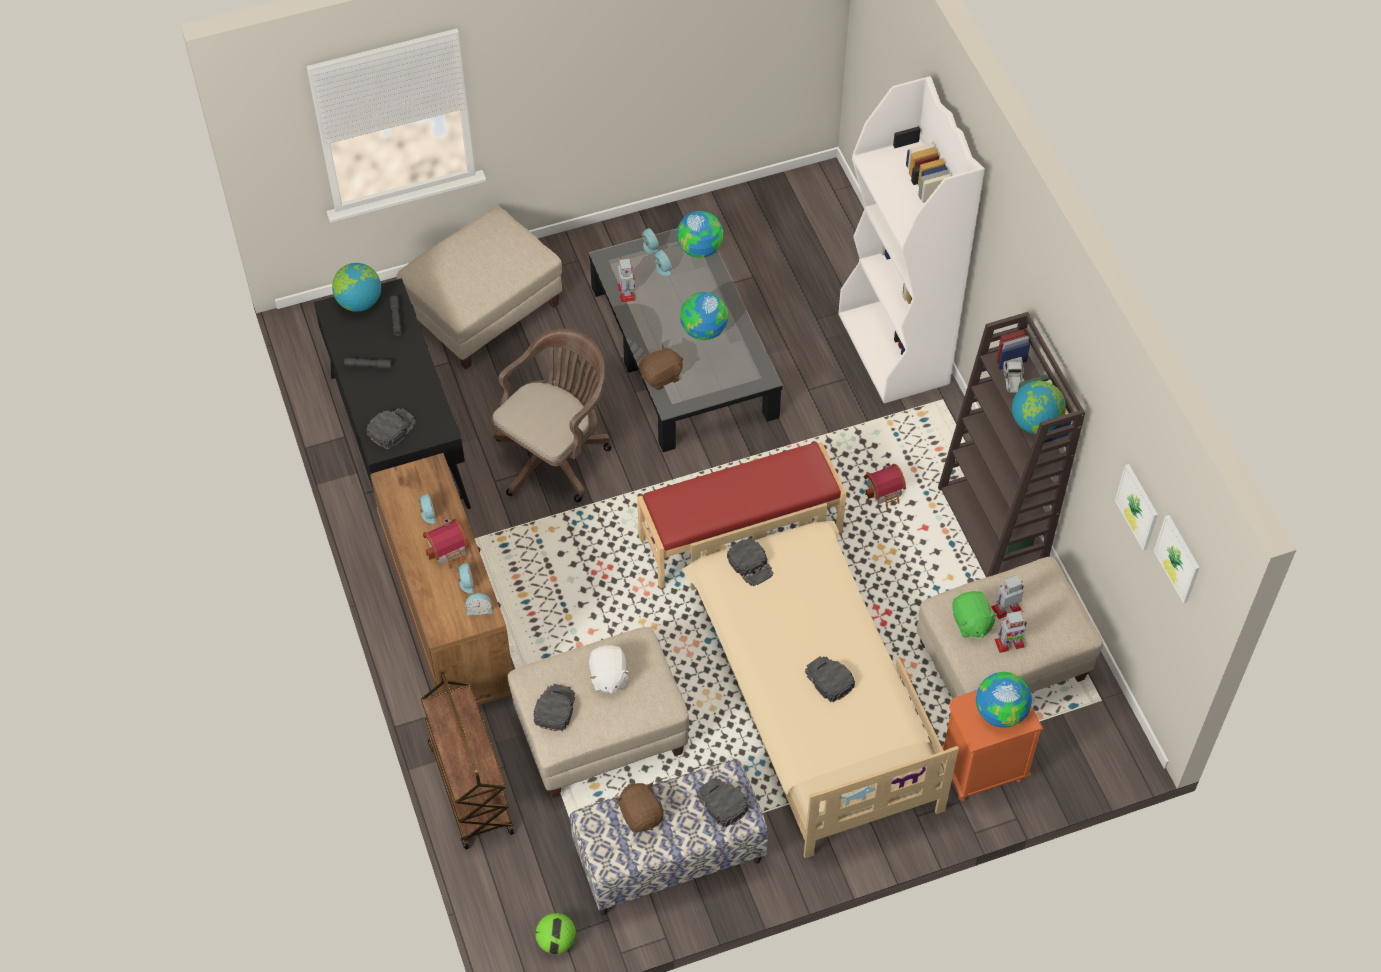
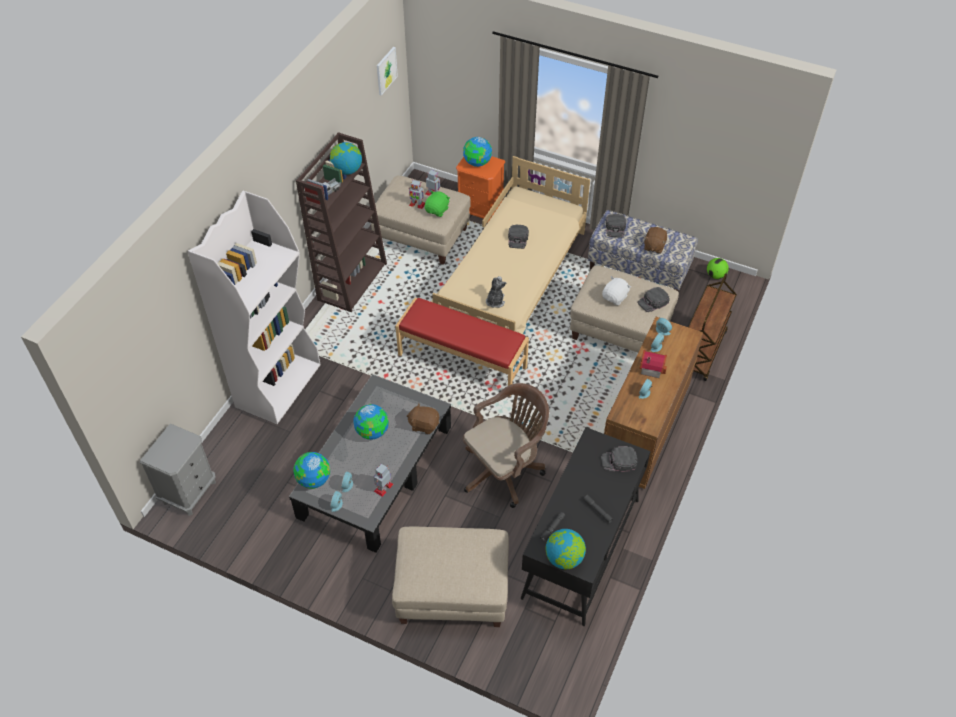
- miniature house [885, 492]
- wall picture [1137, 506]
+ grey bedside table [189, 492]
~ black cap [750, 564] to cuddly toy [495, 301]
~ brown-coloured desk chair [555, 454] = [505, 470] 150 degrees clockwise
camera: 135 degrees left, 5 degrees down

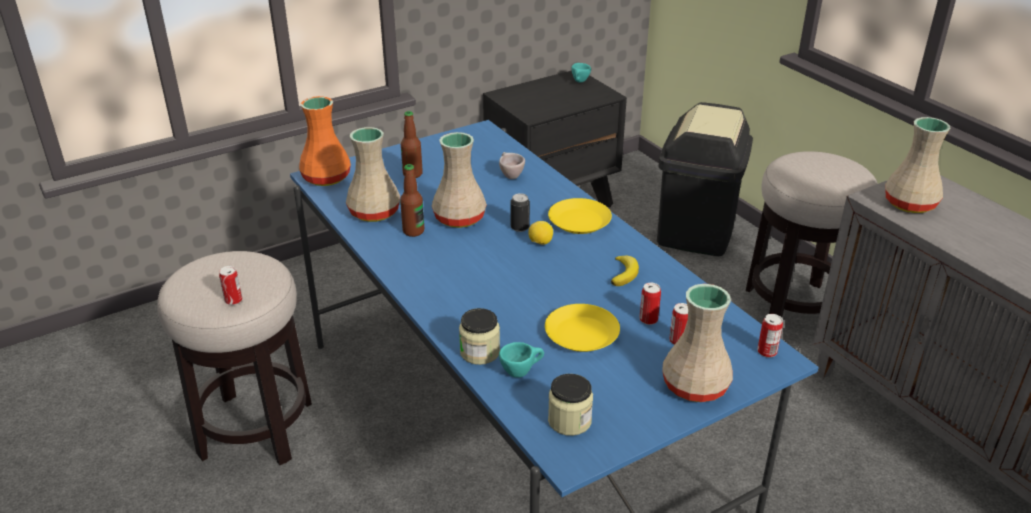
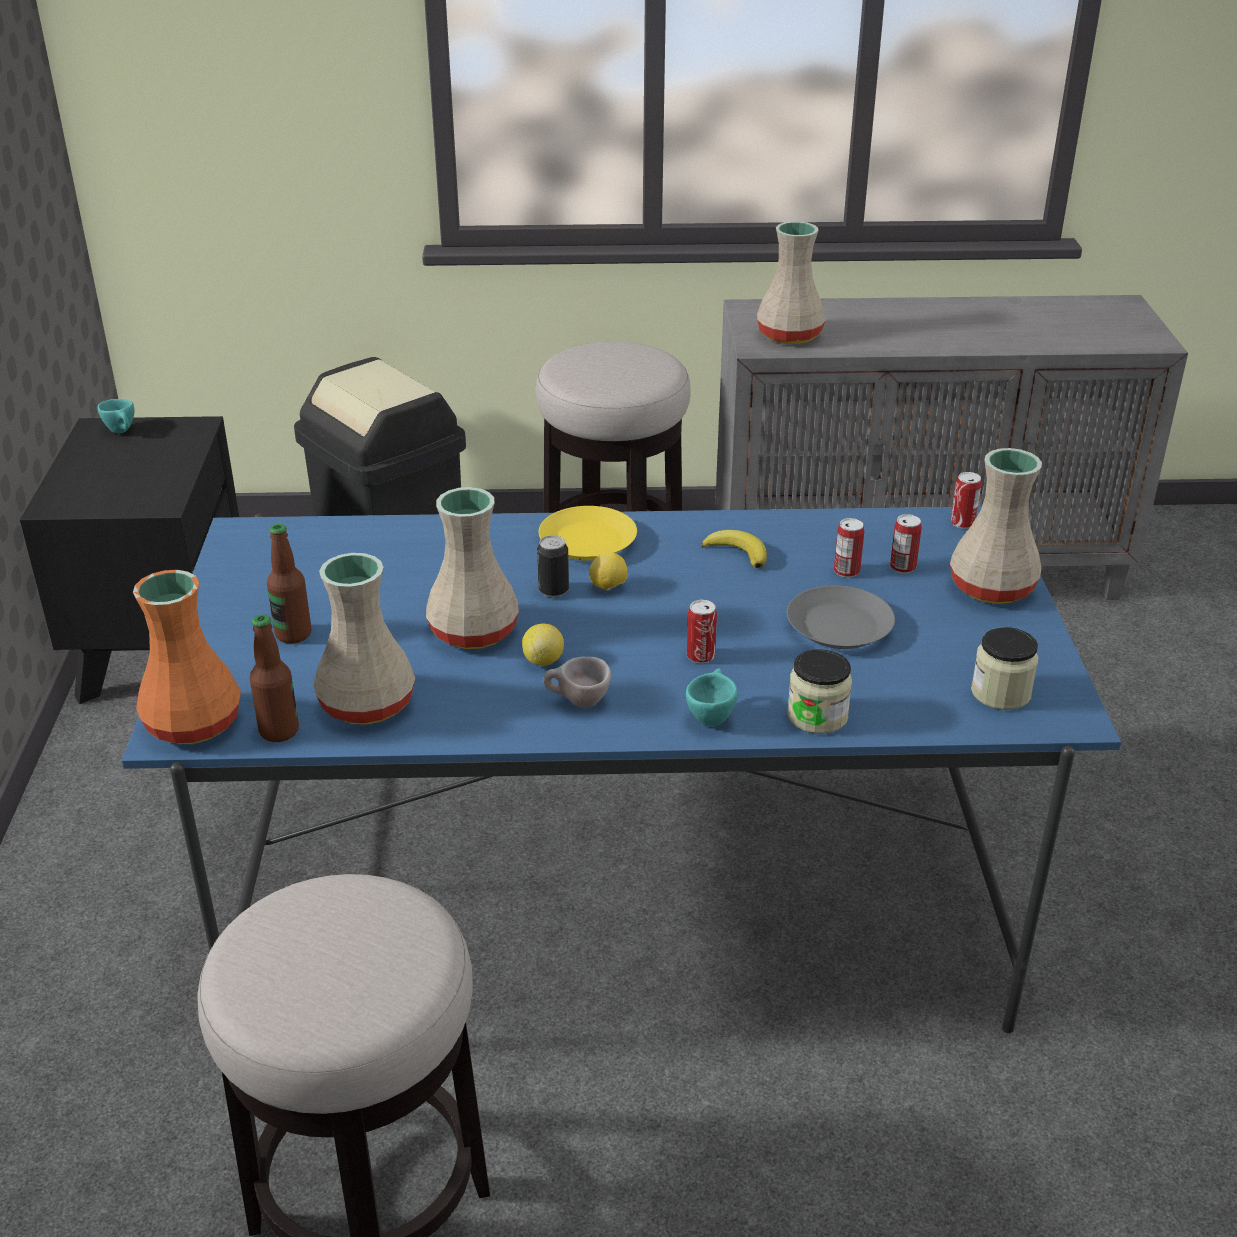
+ lemon [543, 660]
~ metal can [233, 300] to [700, 656]
~ bottle [413, 231] to [279, 731]
~ sand-coloured cup [509, 175] to [577, 703]
~ blue-green cup [521, 371] to [711, 716]
~ yellow-coloured dinner plate [581, 334] to grey dinner plate [838, 627]
camera: 60 degrees left, 0 degrees up

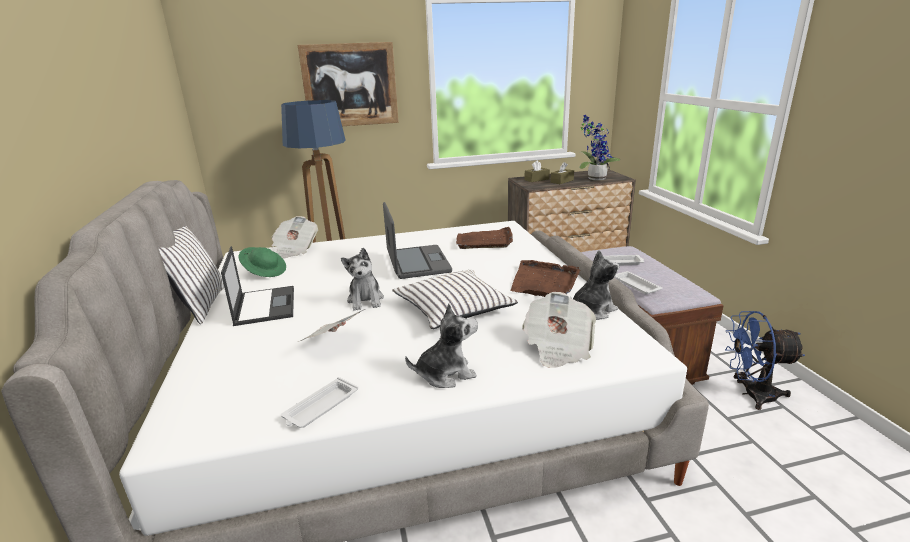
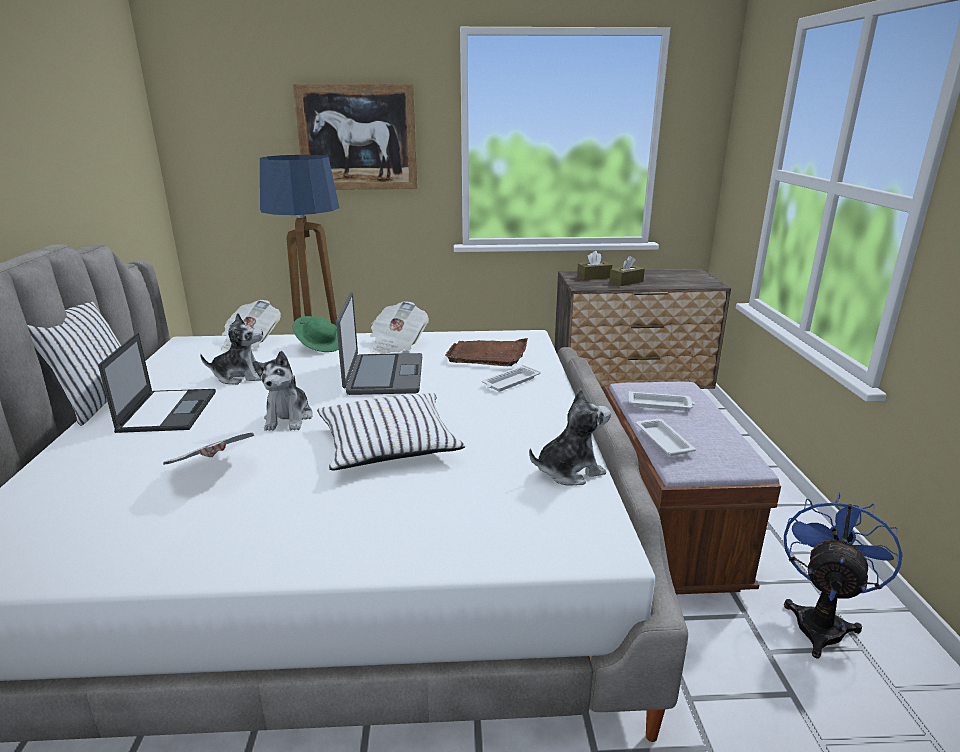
- brown-coloured carrying tray [544, 282]
- houseplant [594, 178]
~ green clothing hat [265, 272] to [320, 346]
~ white-coloured carrying tray [320, 407] to [510, 382]
~ cuddly toy [445, 374] to [240, 376]
~ daily paper [557, 347] to [397, 344]
~ blue-coloured cooling fan [751, 394] = [820, 621] 105 degrees clockwise
camera: 10 degrees right, 0 degrees up

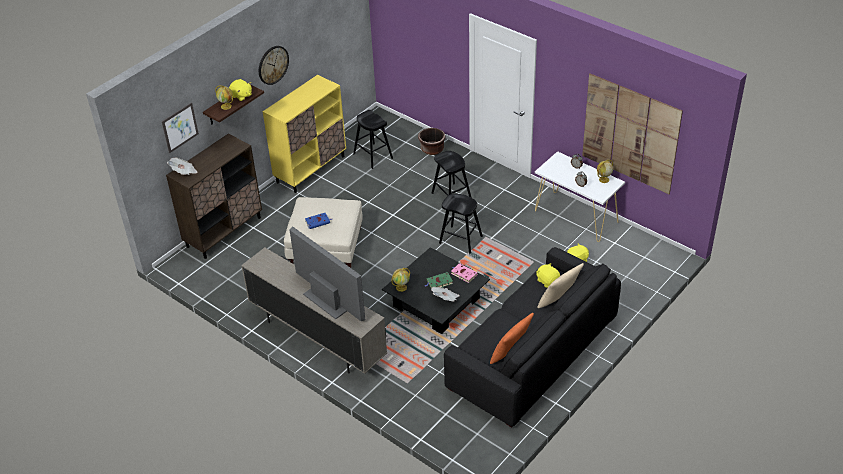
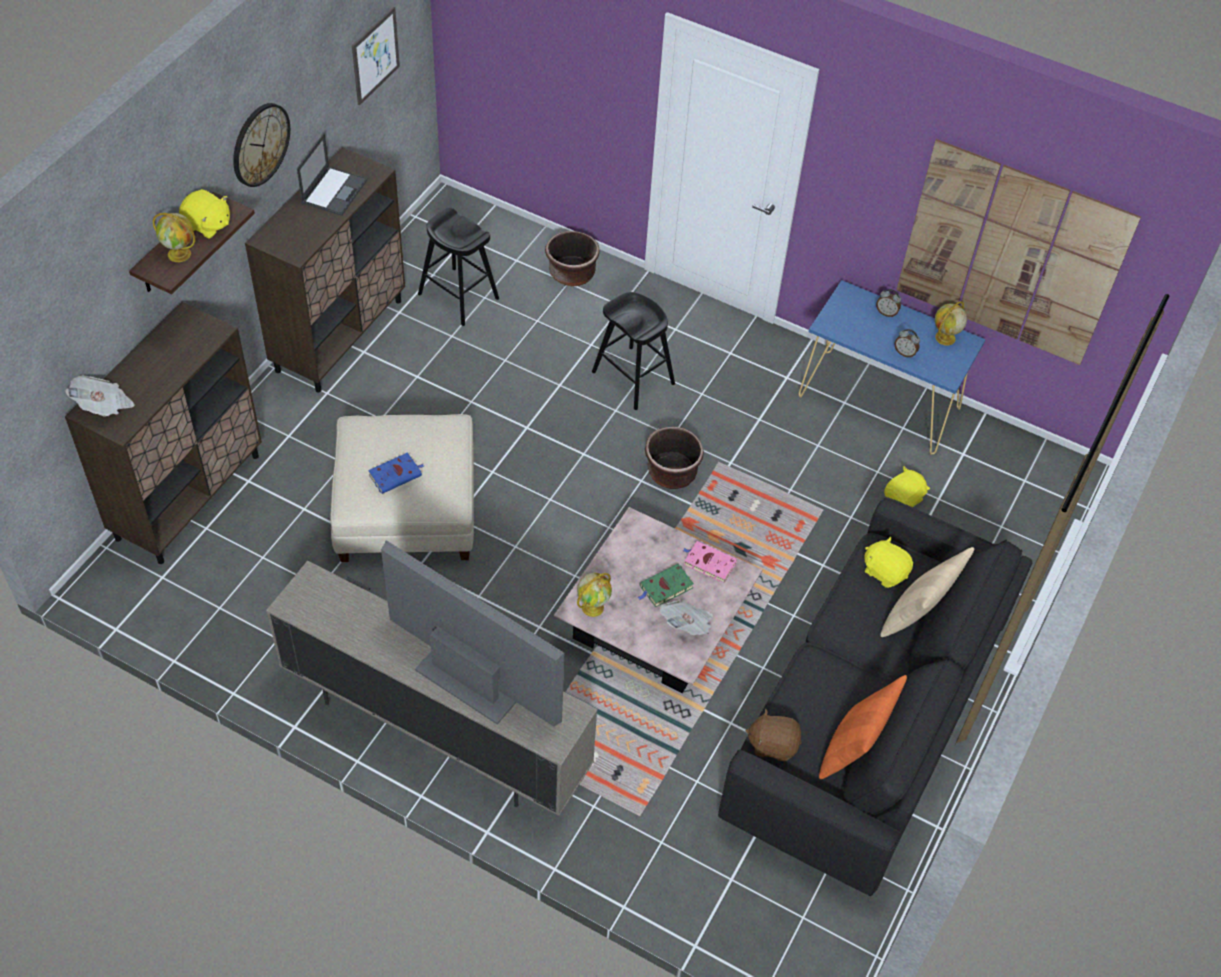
+ notebook computer [334, 191]
+ brown-coloured cuddly toy [773, 744]
~ wall picture [180, 127] to [375, 55]
~ black stool seat [460, 239] to brown-coloured planter [671, 472]
~ yellow-coloured cabinet [311, 169] to brown-coloured cabinet [339, 335]
~ black coffee table [436, 302] to pink-coloured coffee table [656, 621]
~ white-coloured hall table [576, 216] to blue-coloured hall table [879, 402]
camera: 15 degrees left, 10 degrees up

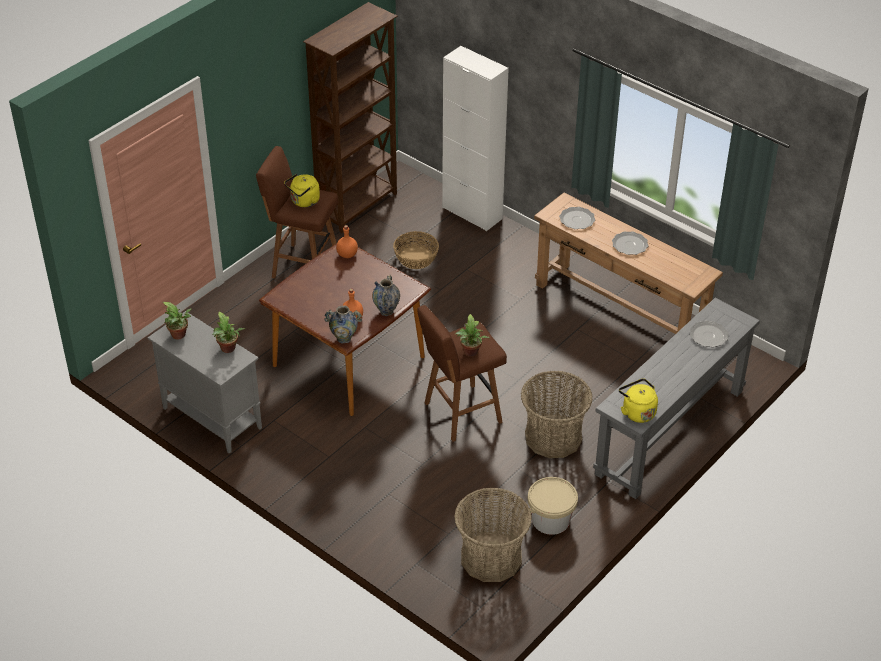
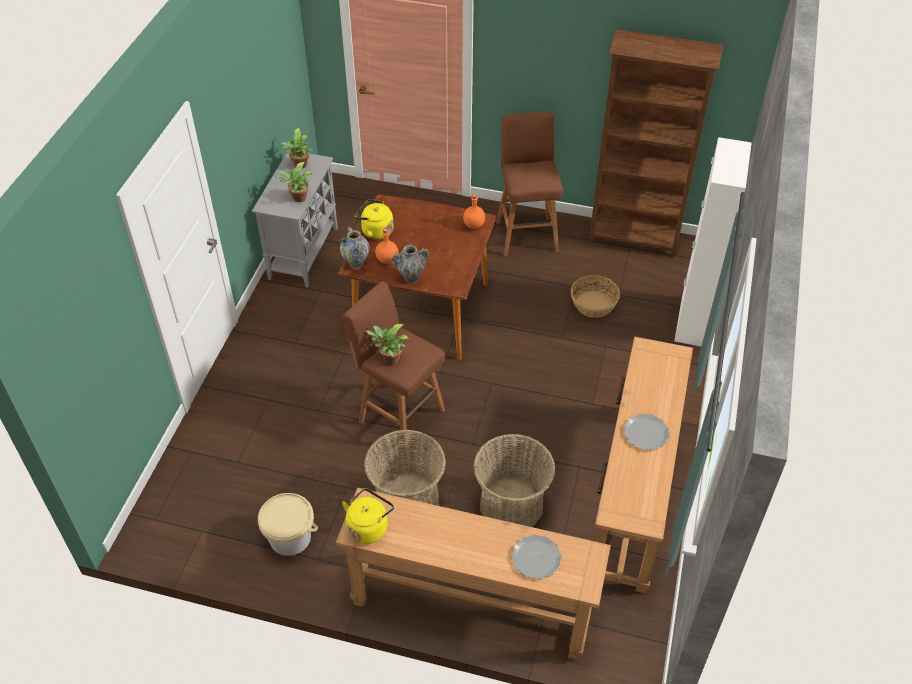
- dinner plate [576, 220]
~ yellow-coloured kettle [304, 202] to [375, 231]
~ storage basket [491, 558] to [511, 505]
~ grey hall table [669, 432] to brown-coloured hall table [471, 605]
camera: 65 degrees right, 5 degrees up

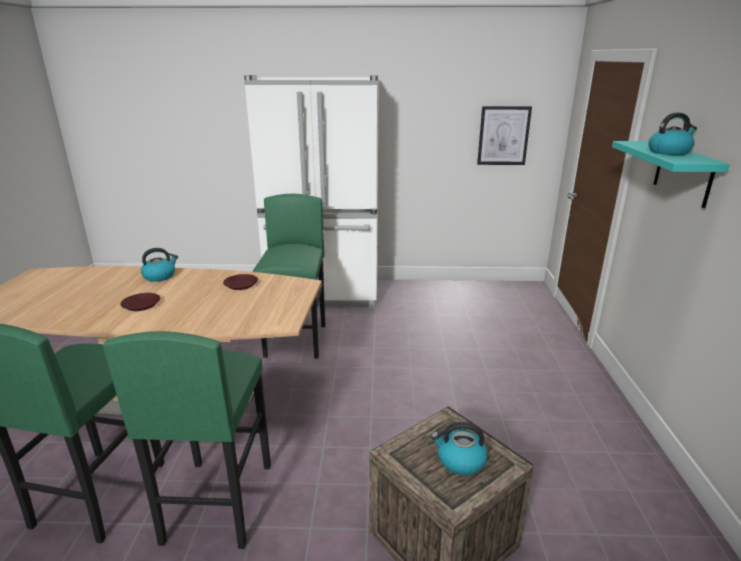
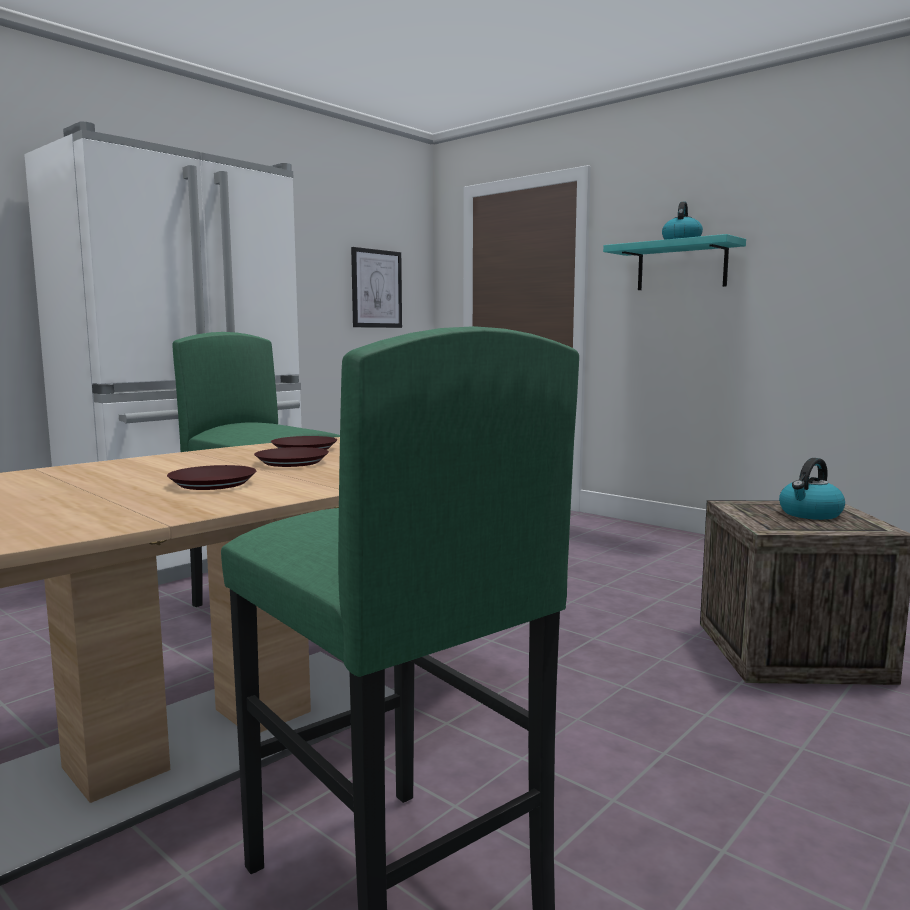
- green stool seat [217, 502]
- kettle [160, 276]
+ brown-coloured dinner plate [293, 462]
camera: 50 degrees left, 15 degrees down

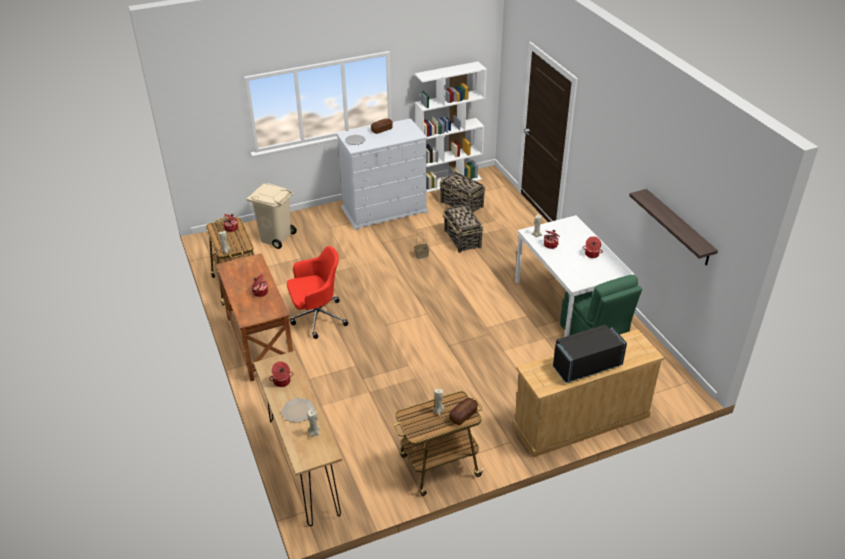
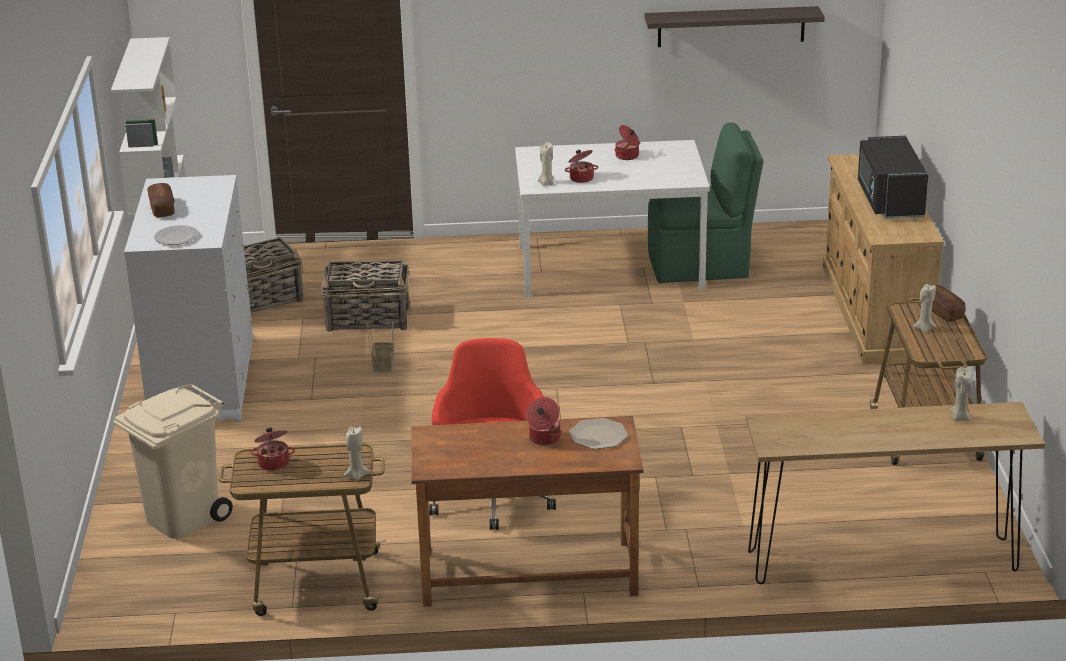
- saucepot [282, 382]
~ dinner plate [298, 411] to [598, 435]
camera: 70 degrees left, 10 degrees down

